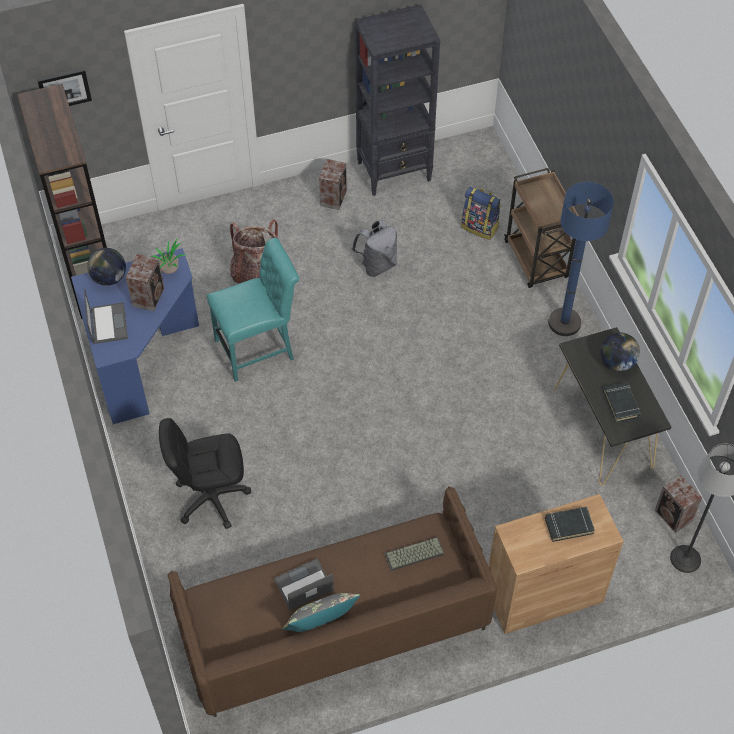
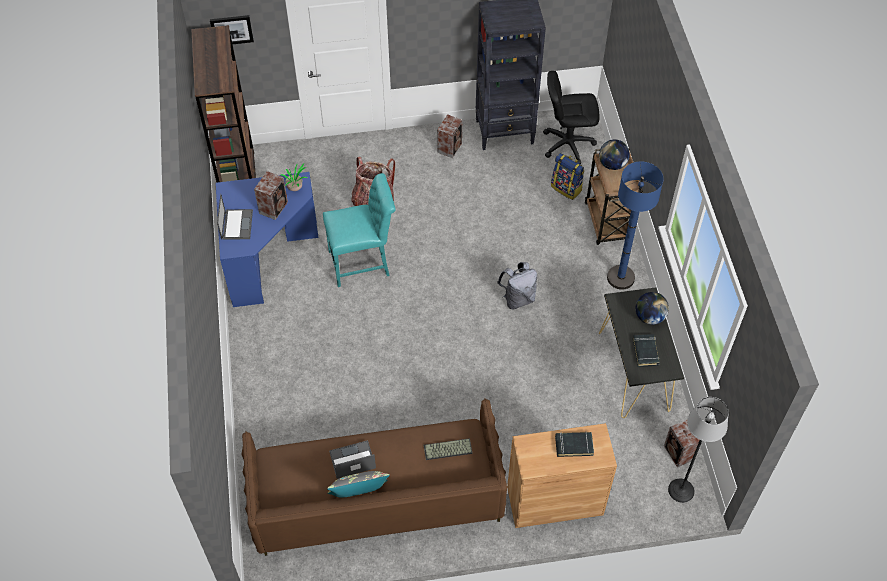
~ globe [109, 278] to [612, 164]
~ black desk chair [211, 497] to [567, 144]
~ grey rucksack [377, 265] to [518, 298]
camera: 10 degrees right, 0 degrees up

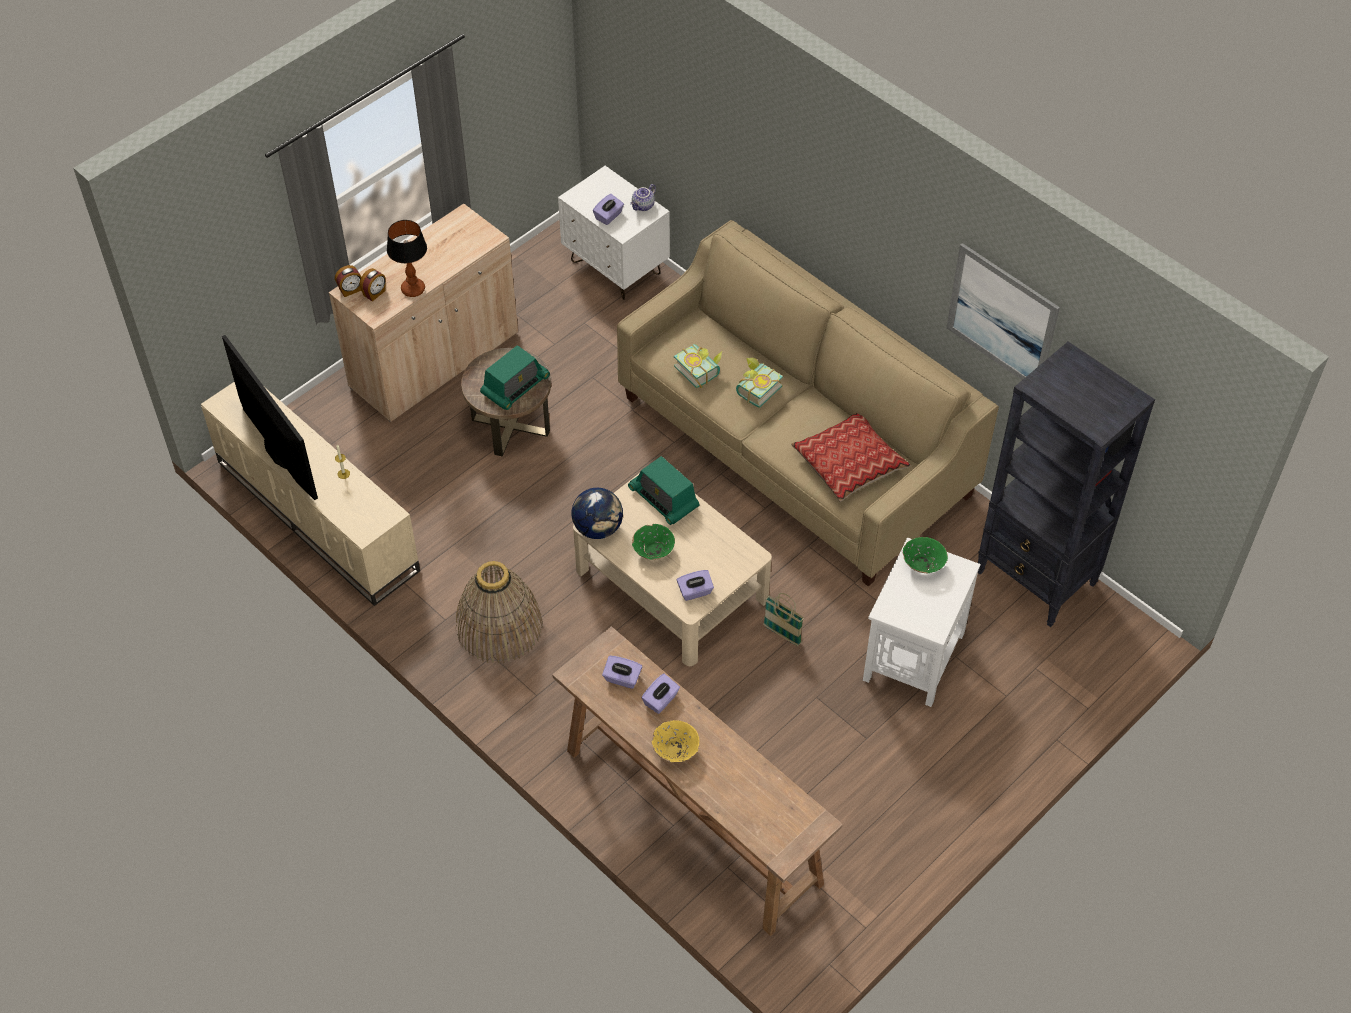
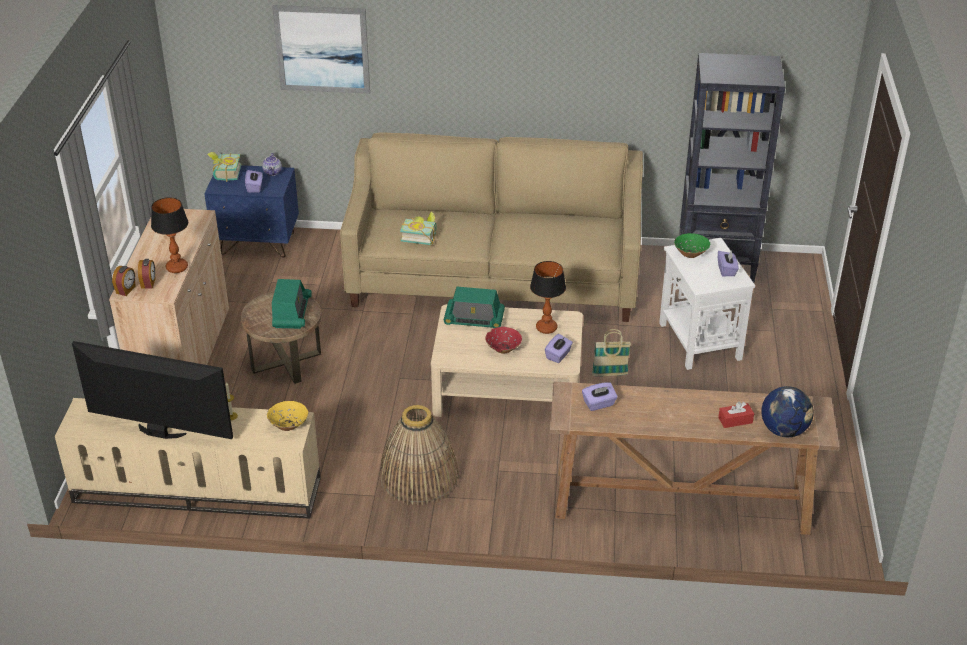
- pillow [850, 463]
+ lamp for a table [546, 327]
+ red-coloured box of tissues [735, 420]
~ globe [598, 528] to [784, 430]
~ purple-coloured box of tissues [661, 700] to [726, 270]
~ yellow-coloured bowl [675, 750] to [288, 425]
~ volume [755, 389] to [224, 174]
~ wall picture [1002, 317] to [322, 49]
~ white-coloured bedside table [616, 268] to blue-coloured bedside table [258, 244]
~ green bowl [653, 550] to red-coloured bowl [503, 349]
camera: 40 degrees left, 15 degrees down

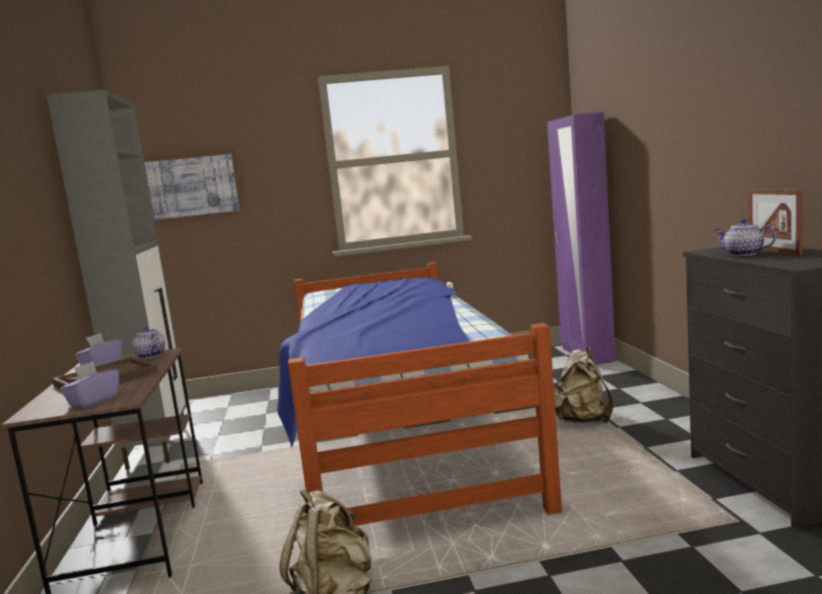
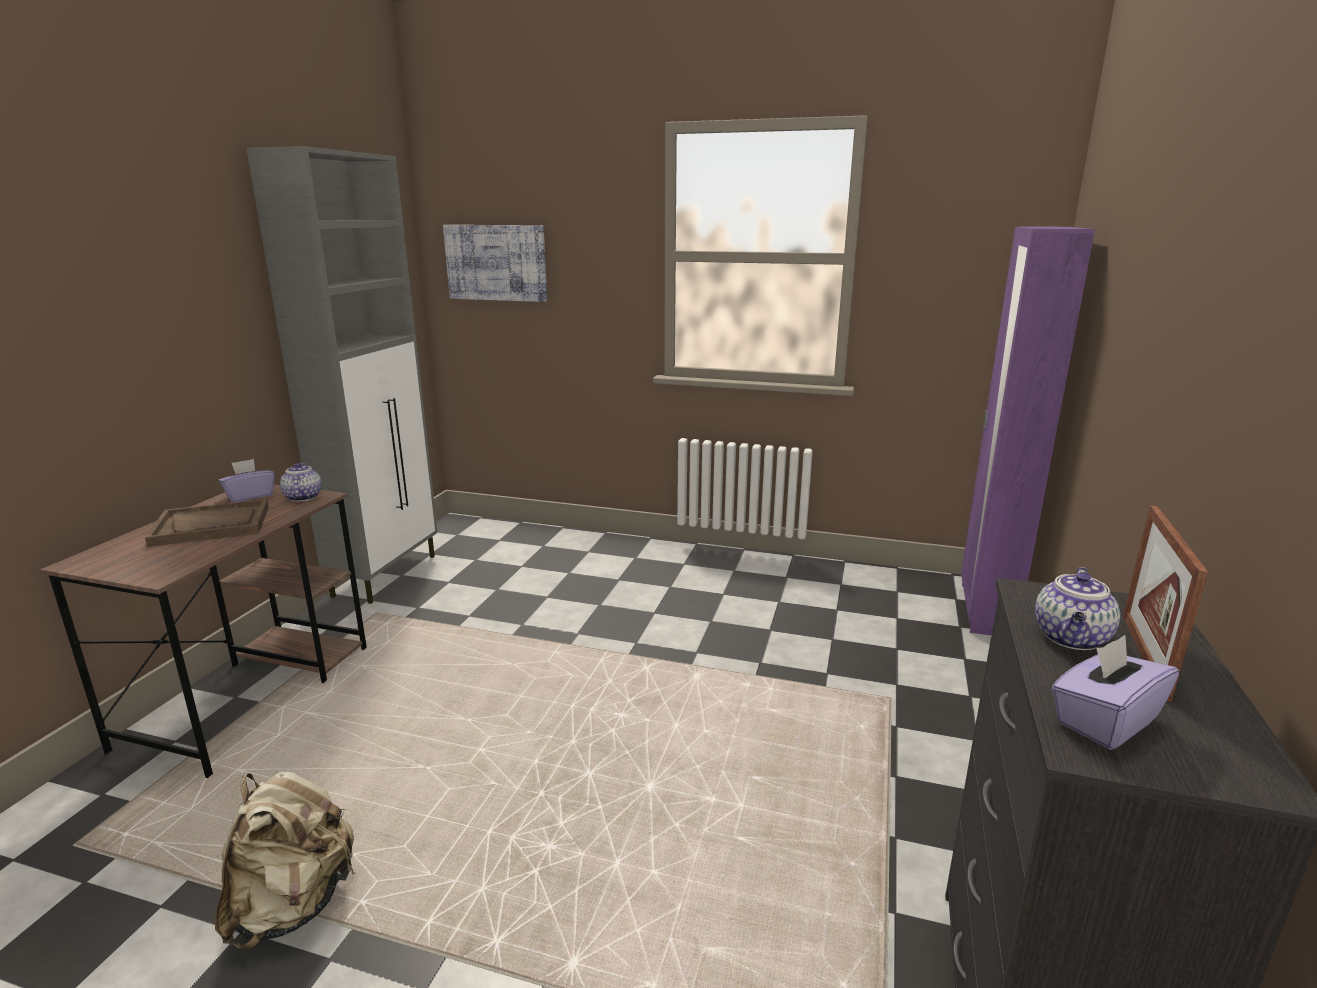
- bedroom bed [398, 434]
- sand-coloured rucksack [582, 420]
~ purple-coloured box of tissues [93, 400] to [1104, 721]
~ teapot [743, 254] = [1072, 638] 135 degrees counterclockwise
camera: 25 degrees right, 10 degrees up

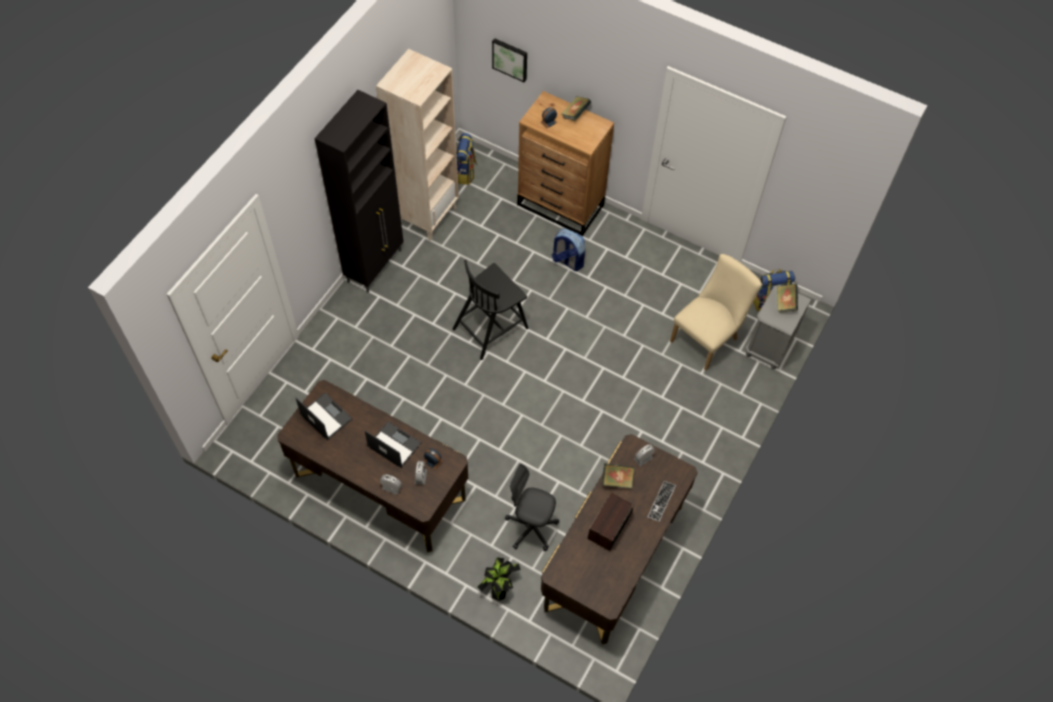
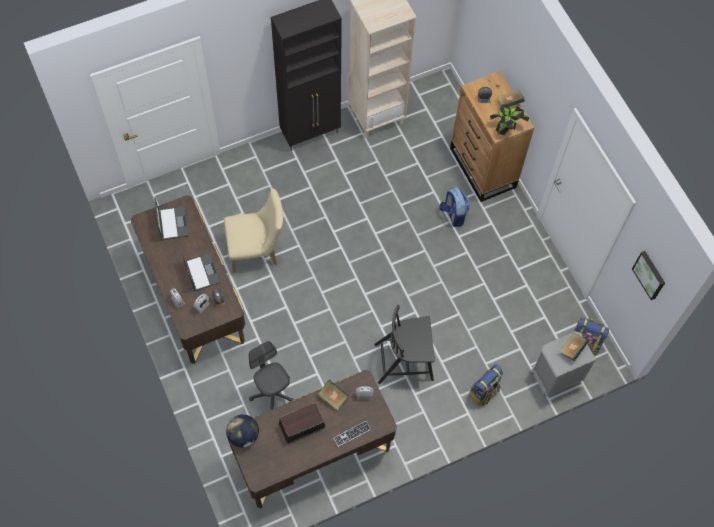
+ globe [243, 435]
~ black upright chair [491, 327] to [405, 361]
~ rucksack [465, 173] to [484, 392]
~ houseplant [499, 585] to [506, 128]
~ wall picture [510, 59] to [650, 274]
~ sand-coloured upright chair [707, 338] to [257, 251]
camera: 35 degrees right, 5 degrees up

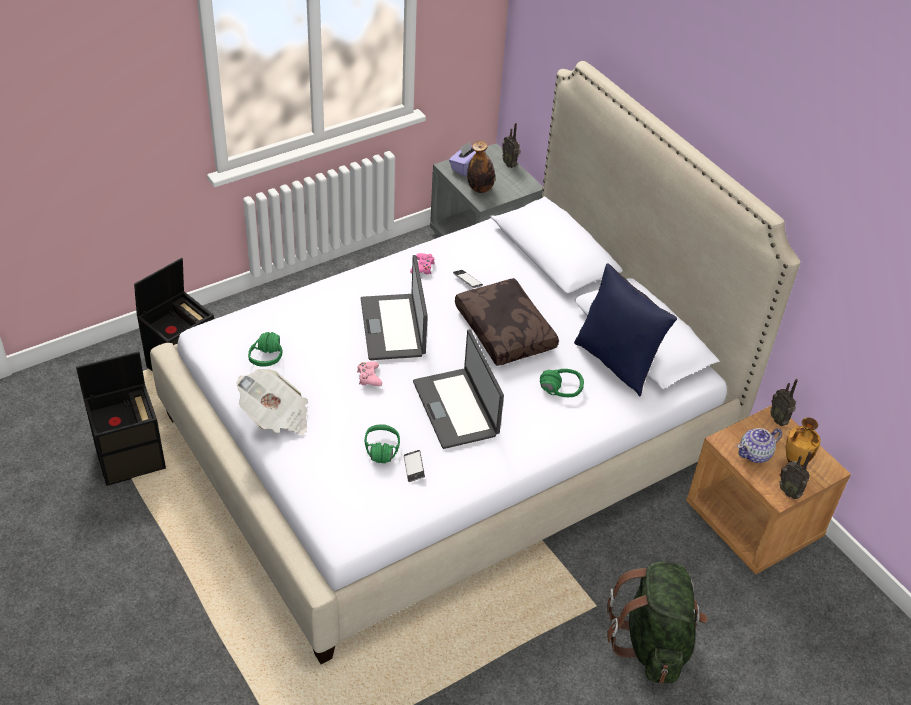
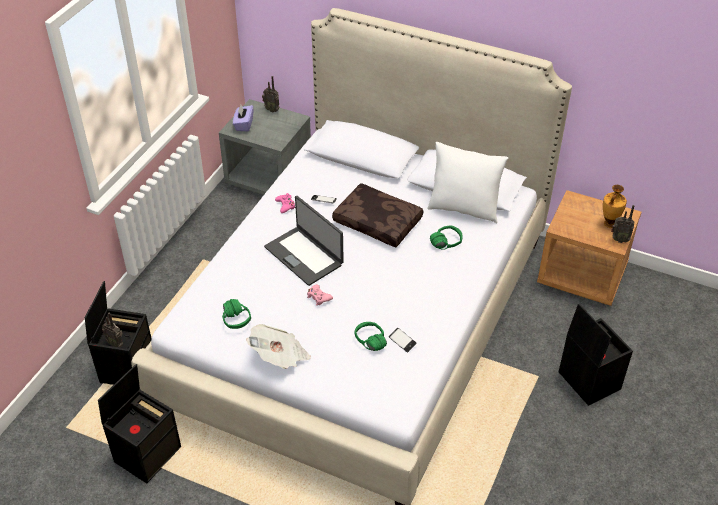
- notebook computer [456, 408]
- bottle [480, 188]
- teapot [755, 454]
~ radio [779, 420] to [116, 344]
~ green rucksack [652, 643] to black storage box [588, 380]
~ blue-coloured pillow [616, 362] to white-coloured pillow [463, 209]
camera: 30 degrees left, 0 degrees up

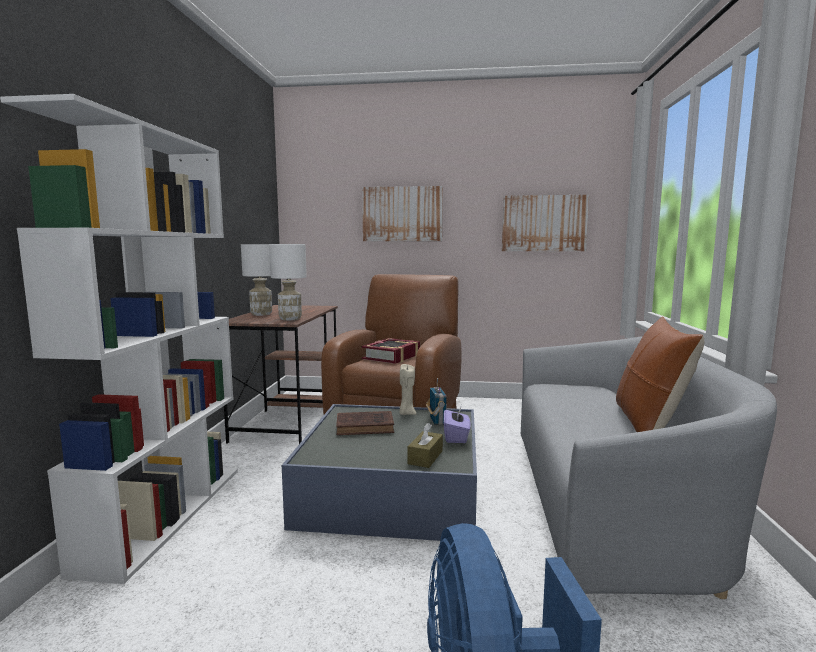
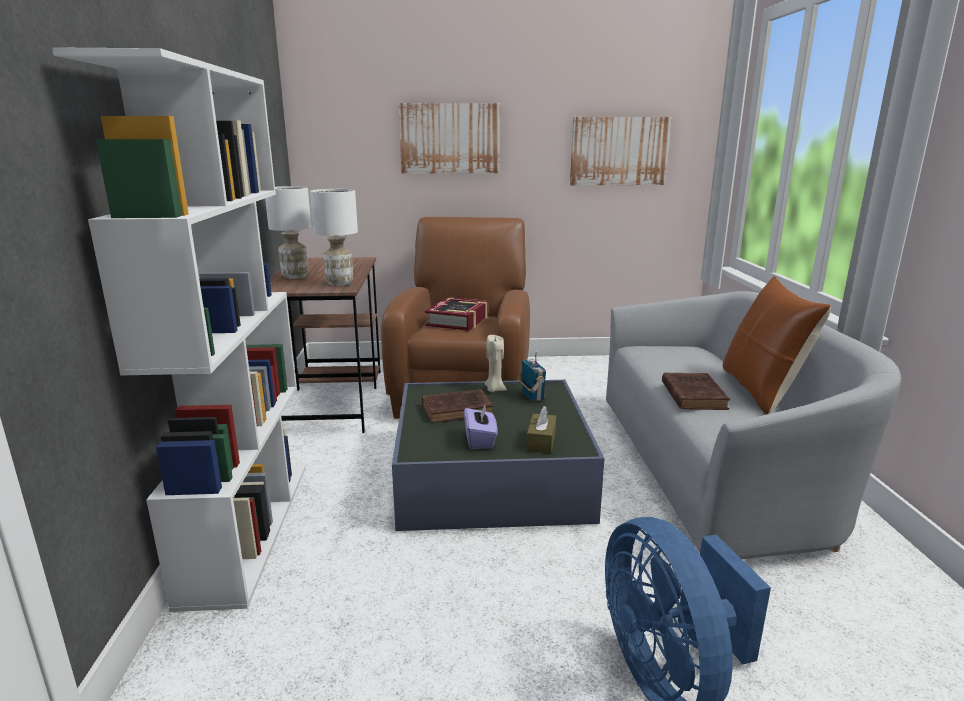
+ brown-coloured volume [692, 395]
~ purple-coloured box of tissues [456, 437] to [480, 440]
camera: 10 degrees left, 10 degrees up

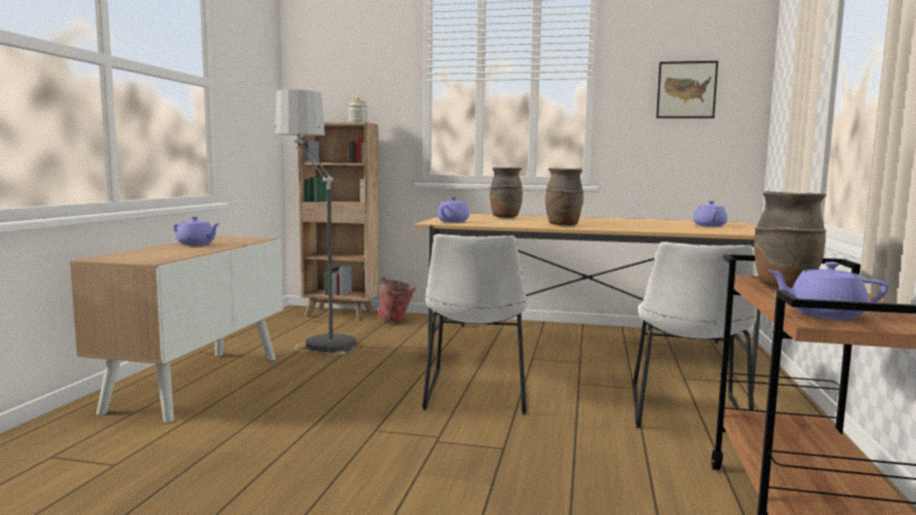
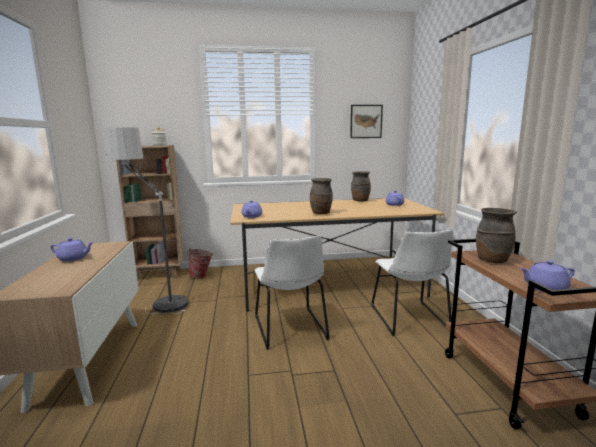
~ brown-coloured flower vase [505, 217] to [360, 201]
camera: 20 degrees left, 5 degrees up

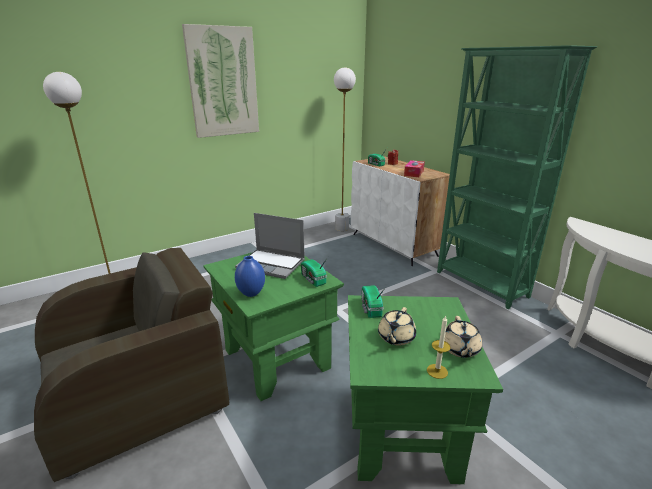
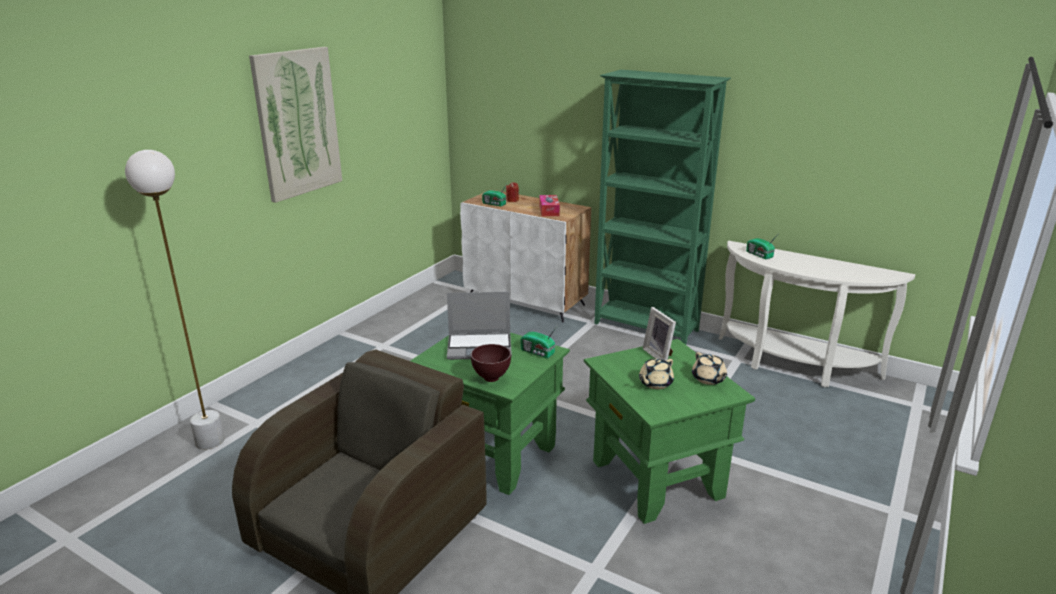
- white-coloured standing lamp [342, 228]
- candle [437, 371]
+ photo frame [660, 355]
~ radio [370, 309] to [759, 255]
~ blue-coloured flower vase [251, 293] to brown-coloured bowl [492, 379]
~ sand-coloured teapot [395, 338] = [655, 383] 45 degrees clockwise
camera: 25 degrees left, 0 degrees up

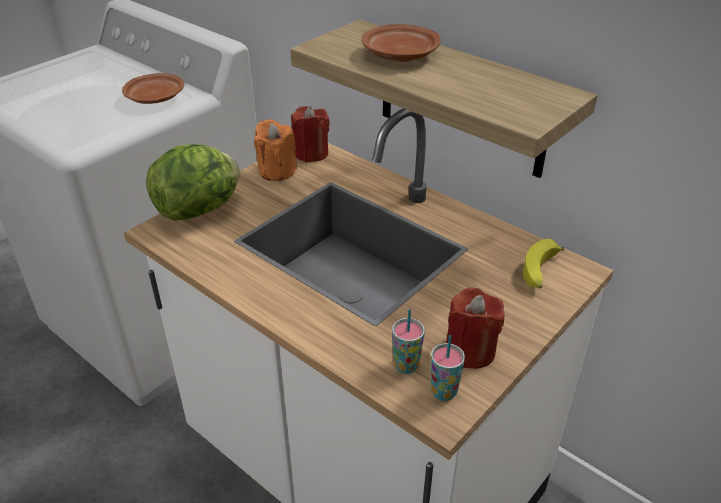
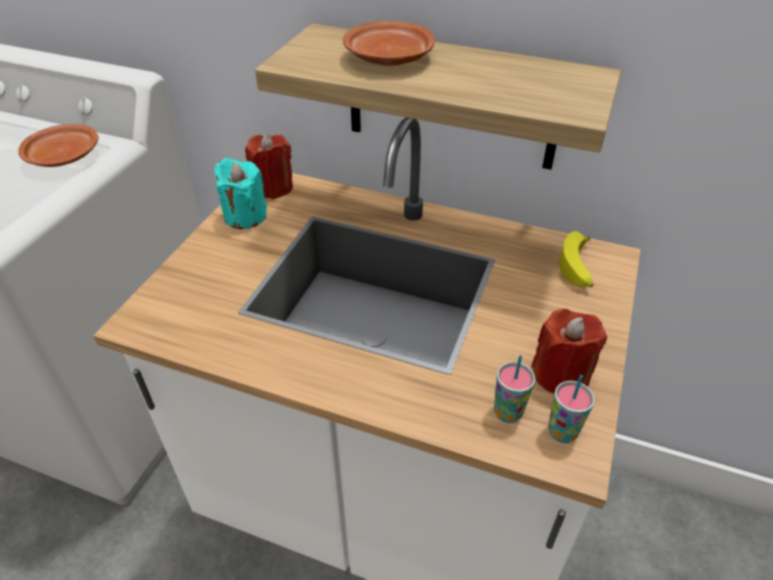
- head of lettuce [200, 210]
~ orangey candle [277, 171] to blue-green candle [245, 216]
camera: 20 degrees left, 5 degrees up

